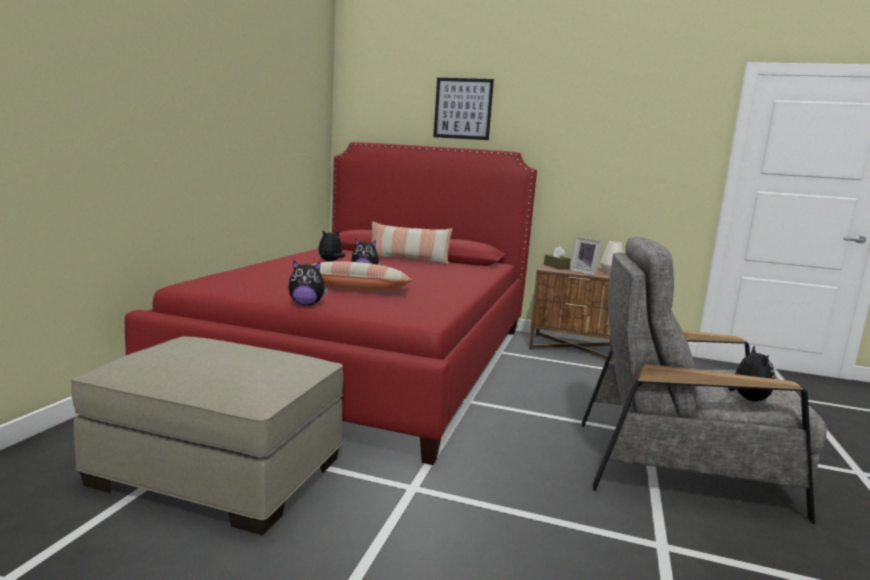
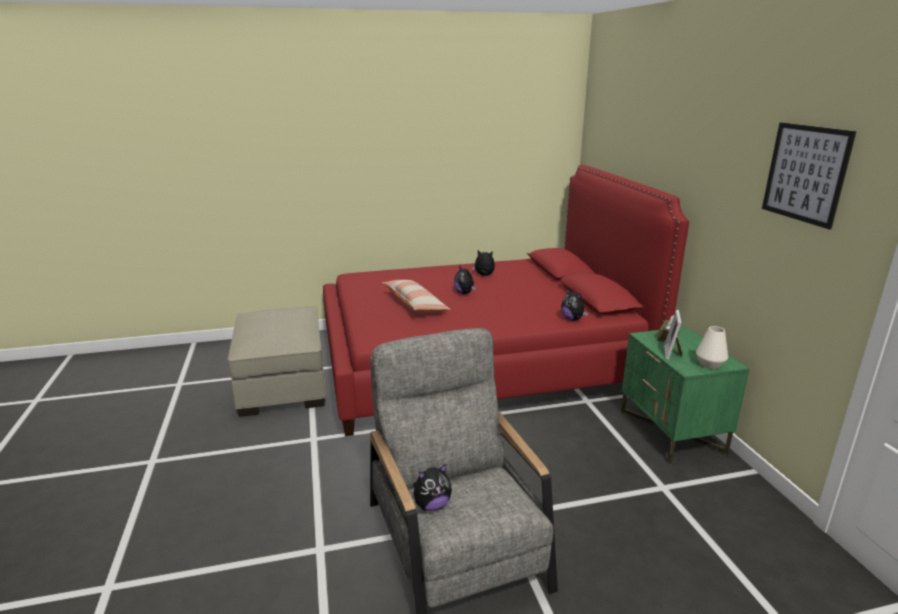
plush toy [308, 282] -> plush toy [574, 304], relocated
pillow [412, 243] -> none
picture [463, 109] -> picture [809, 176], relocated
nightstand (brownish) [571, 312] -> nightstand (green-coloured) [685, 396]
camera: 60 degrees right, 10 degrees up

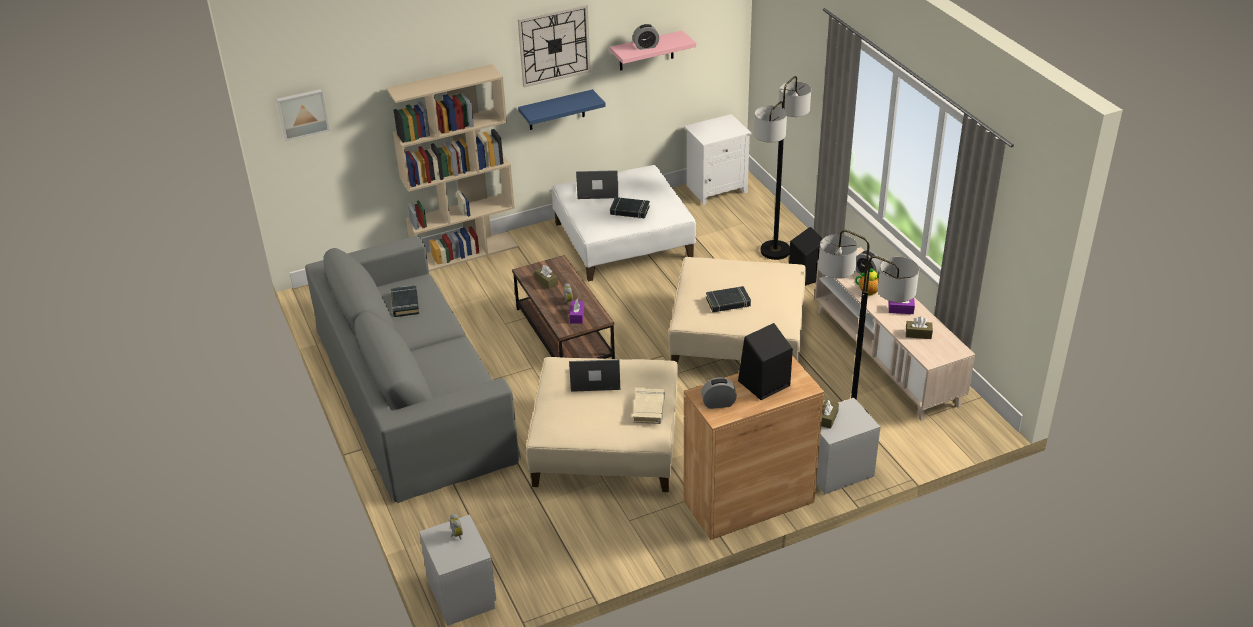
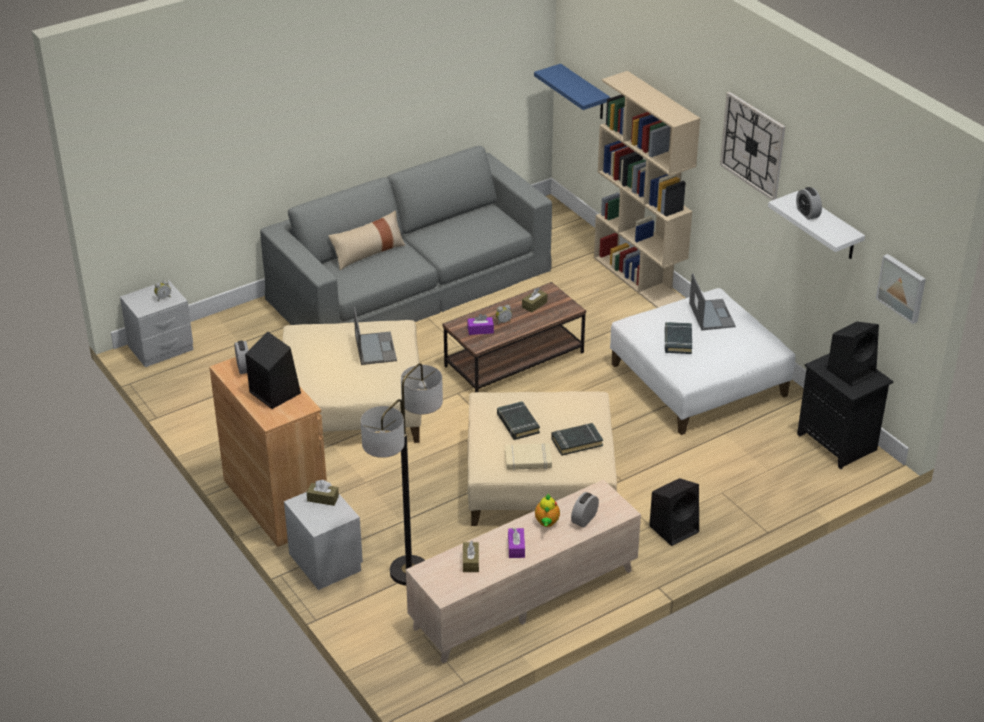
picture [303, 115] -> picture [901, 289], relocated
book (black-coloured) [405, 301] -> book (black-coloured) [577, 439], relocated
shelf (bluish) [562, 109] -> shelf (bluish) [572, 91], relocated
shelf (pinkish) [653, 51] -> shelf (whitish) [816, 225]
book (beige-coloured) [649, 406] -> book (beige-coloured) [528, 456], relocated
nightstand (whitish) [717, 159] -> nightstand (black-coloured) [845, 411]
floor lamp [782, 168] -> none
none -> pillow (beige-coloured) [366, 240]
none -> loudspeaker (black-coloured) [853, 354]
camera: 80 degrees right, 0 degrees up

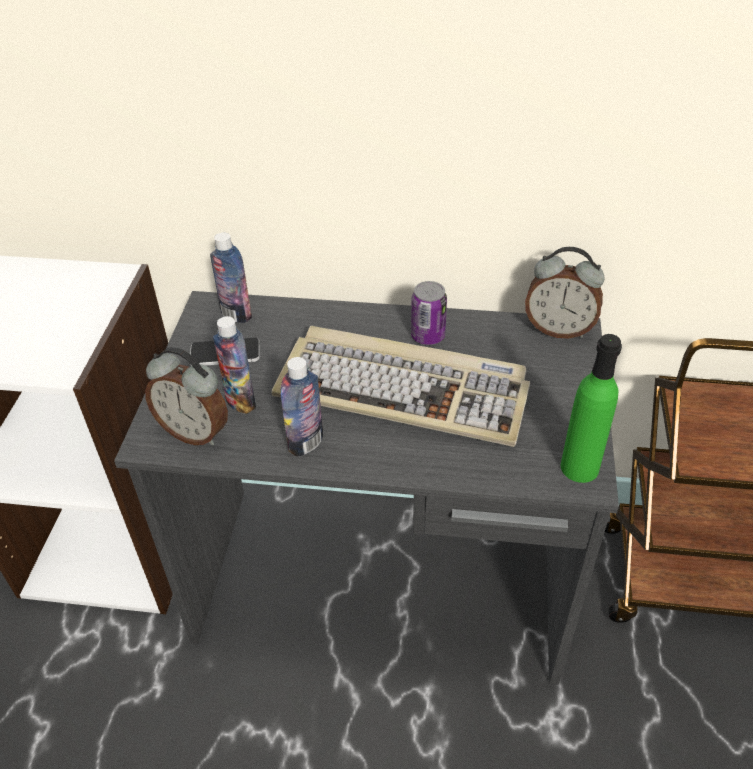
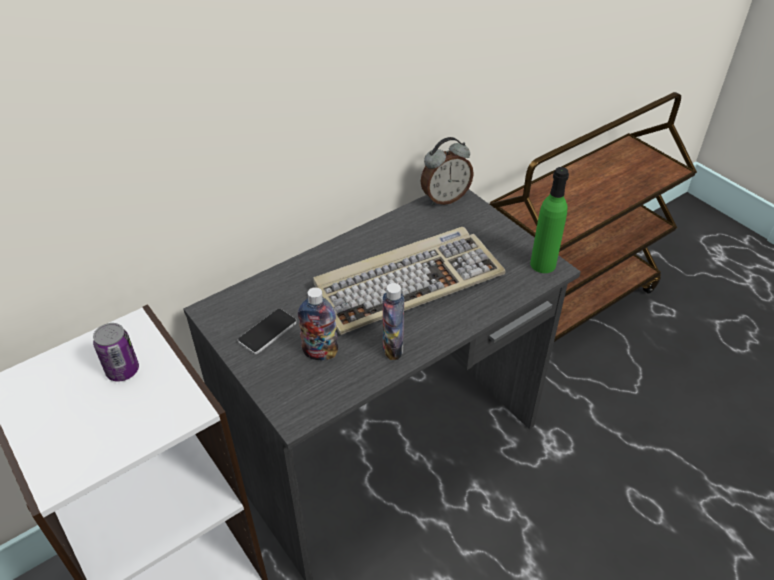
bedside clock [186, 396] -> none
bottle [231, 278] -> none
metal can [429, 313] -> metal can [116, 352], relocated
camera: 45 degrees left, 0 degrees up

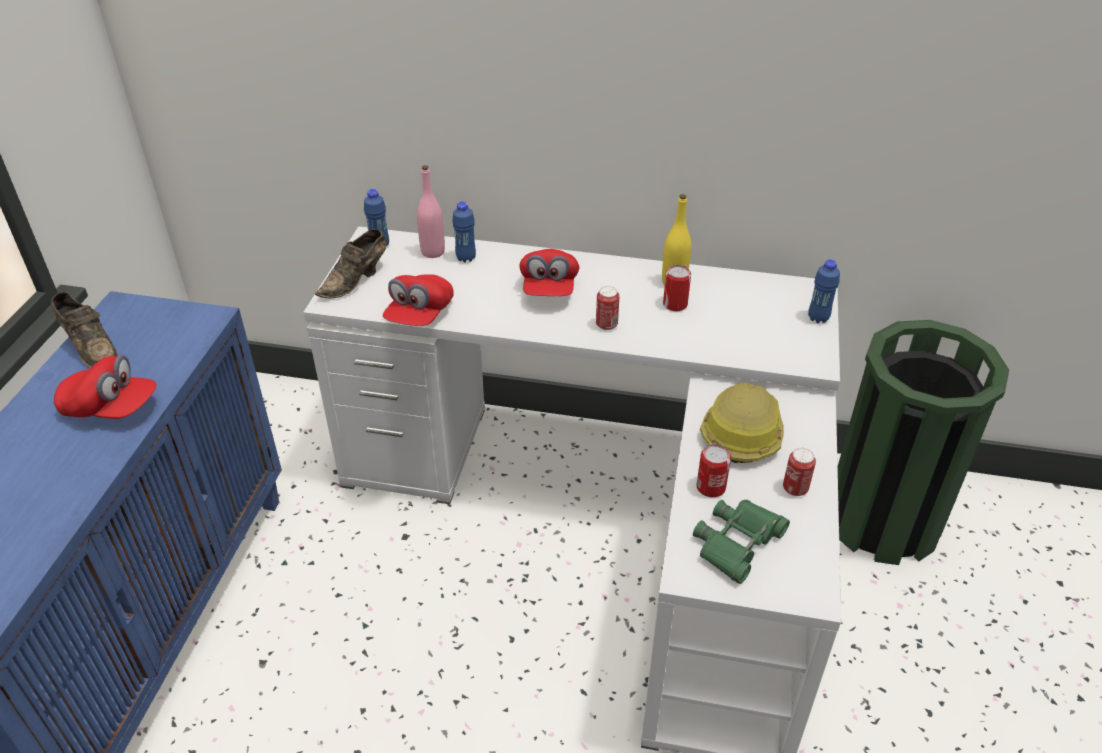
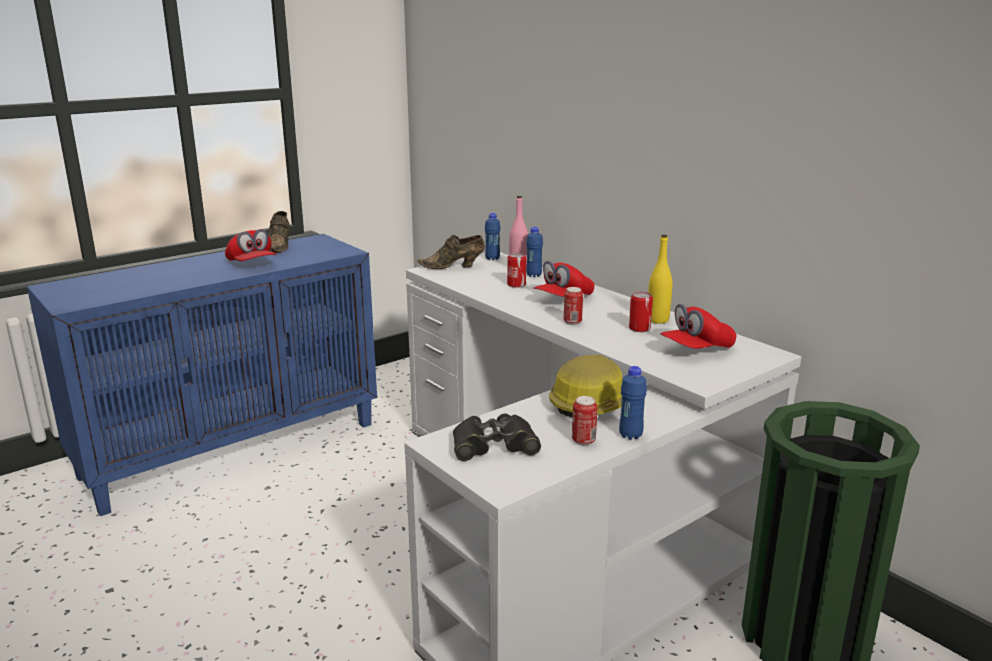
baseball cap (red) [418, 300] -> baseball cap (red) [698, 326], relocated
field glasses (green-coloured) [741, 542] -> field glasses (black-coloured) [497, 437]
metal can [714, 470] -> metal can [516, 270], relocated
bottle (bluish) [824, 291] -> bottle (bluish) [633, 403], relocated
camera: 40 degrees right, 20 degrees down

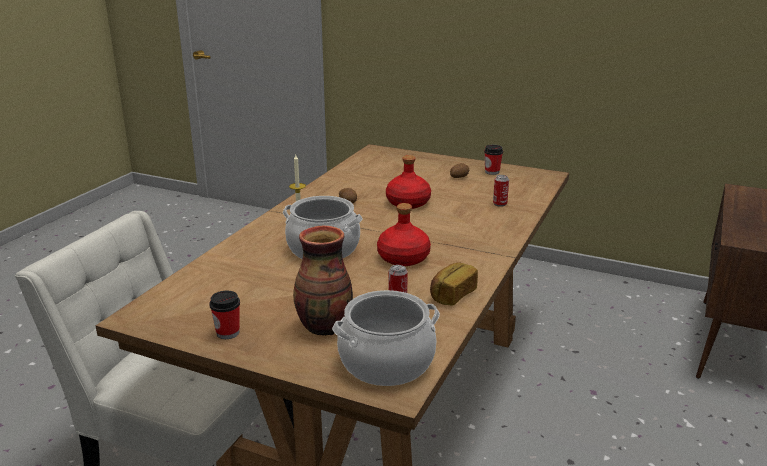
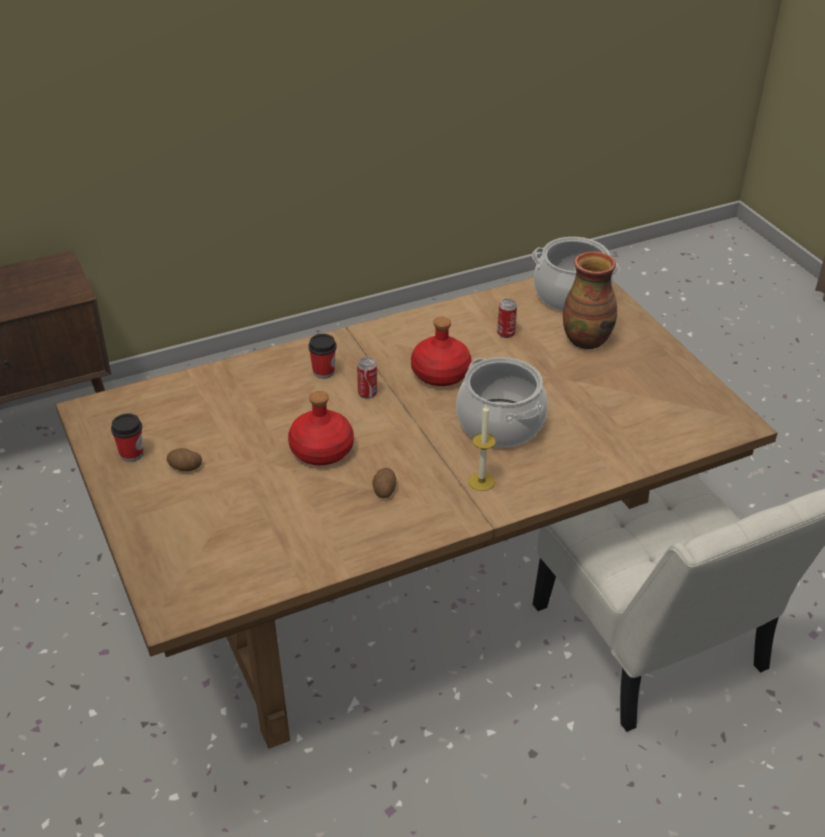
small cup [224, 315] -> small cup [322, 356], relocated
baked bread [454, 284] -> none
metal can [501, 191] -> metal can [367, 378], relocated
camera: 140 degrees left, 15 degrees up

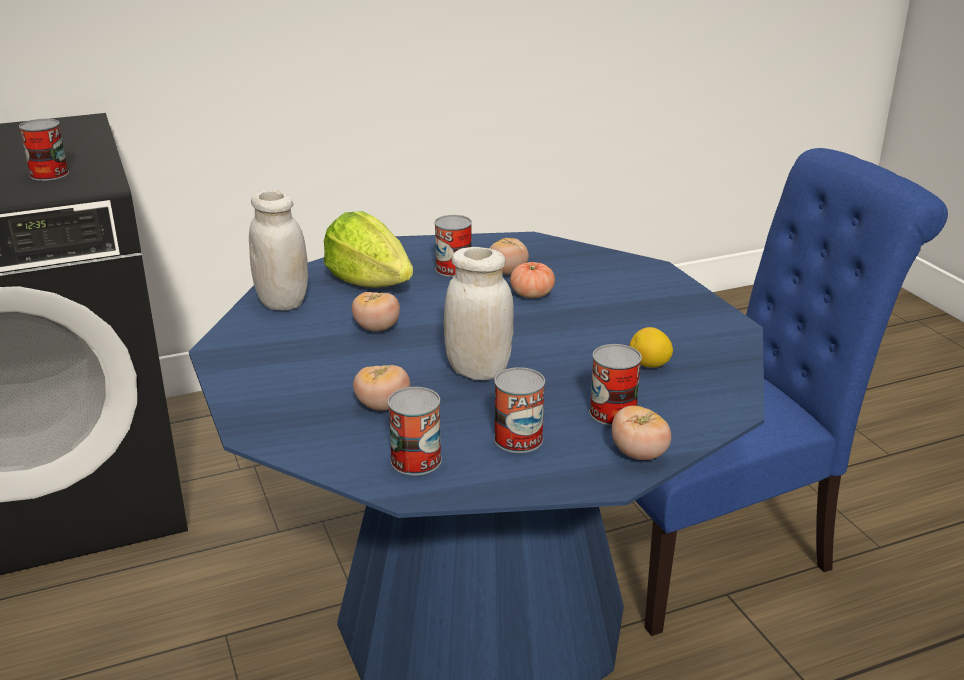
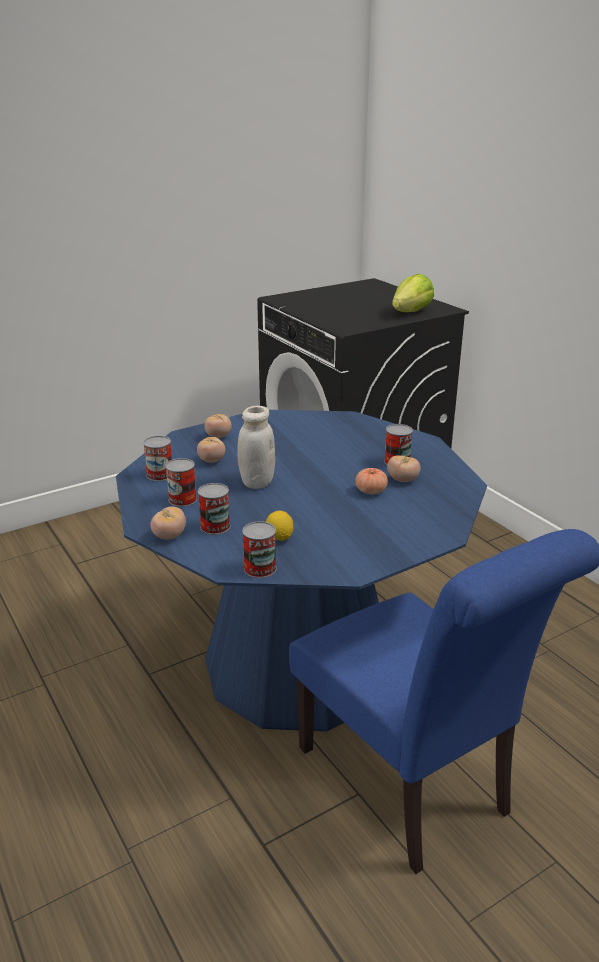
metal can [44, 150] -> metal can [259, 549], relocated
storage jar (whitish) [278, 250] -> none
head of lettuce [368, 249] -> head of lettuce [413, 293], relocated
tomato [376, 311] -> tomato [218, 426], relocated
camera: 80 degrees right, 0 degrees up

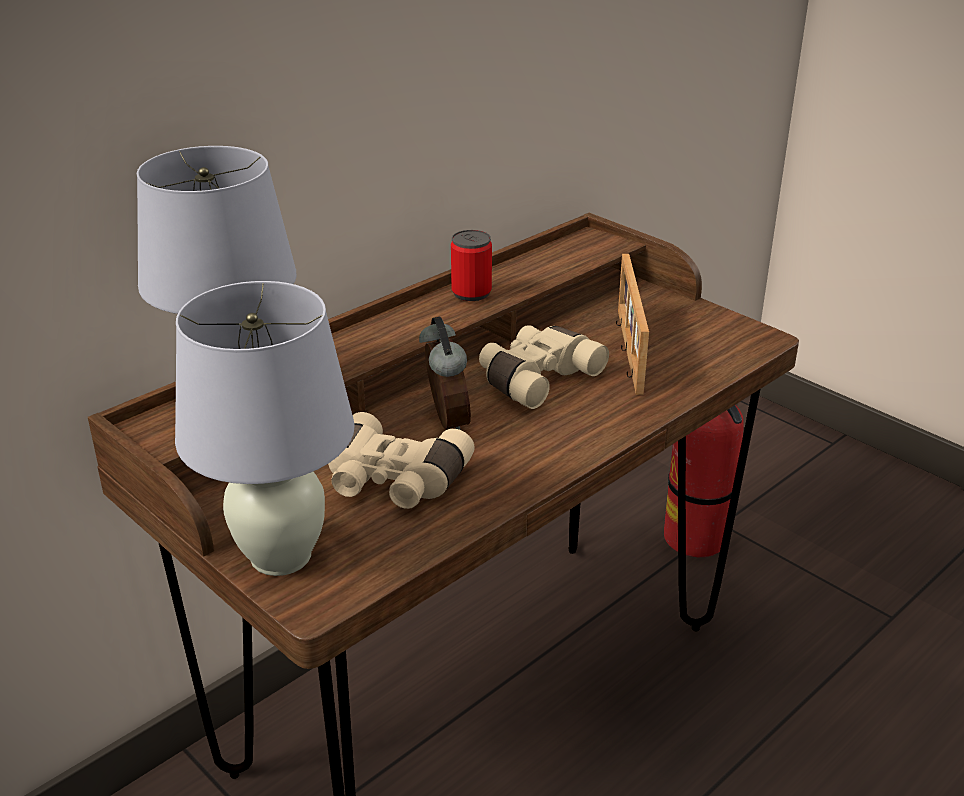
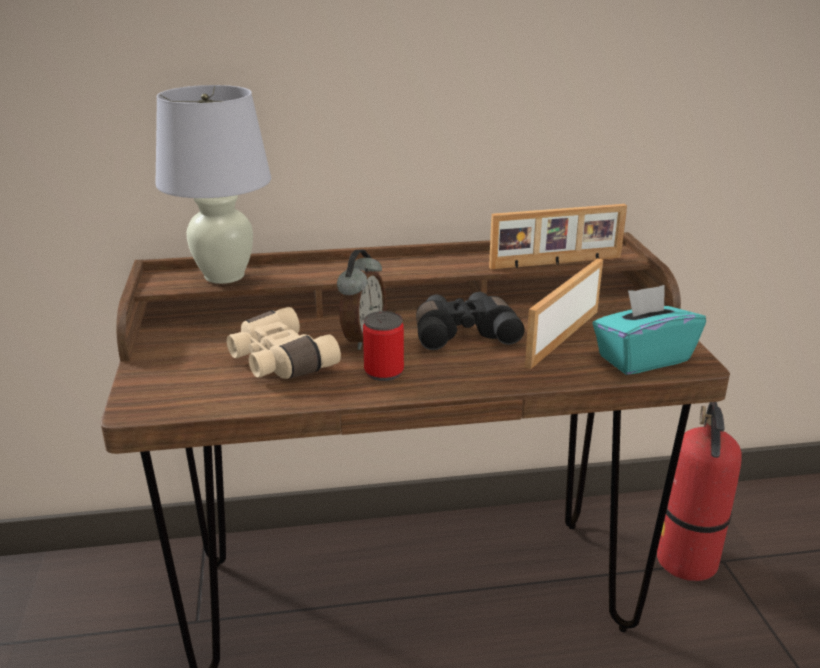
tabletop lamp (whitish) [265, 428] -> none
metal can [471, 265] -> metal can [383, 346], relocated
field glasses (beige-coloured) [544, 367] -> field glasses (black-coloured) [470, 321]
none -> photo frame [558, 236]
none -> tissue box (turquoise) [649, 330]
camera: 35 degrees right, 5 degrees down

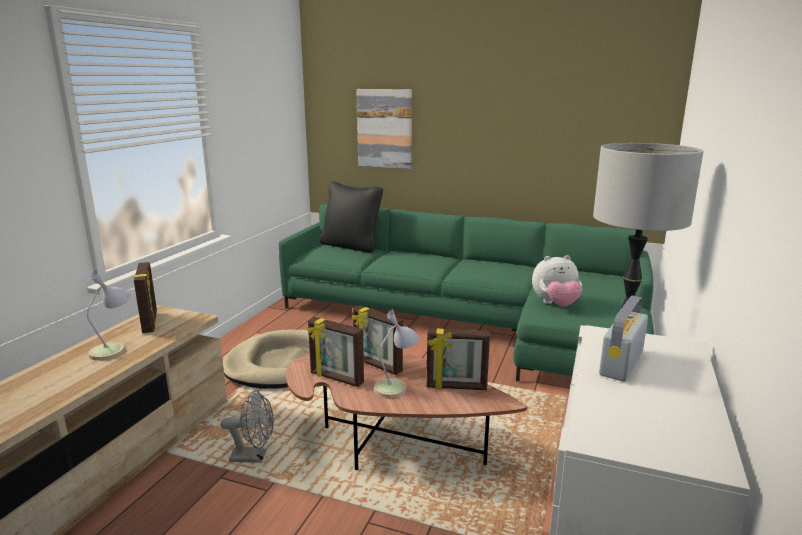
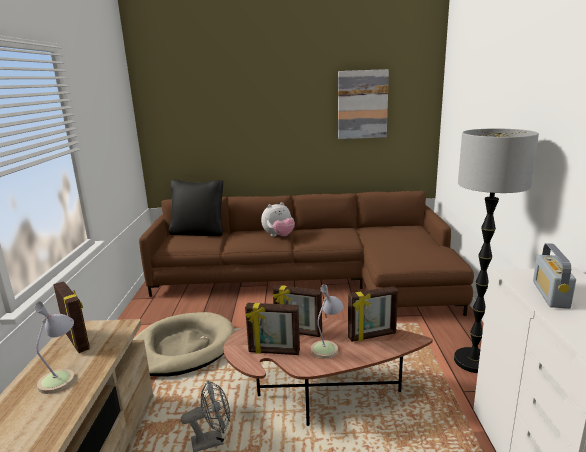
sofa (green-coloured) [466, 292] -> sofa (brownish) [306, 253]
picture [384, 129] -> picture [363, 104], relocated
plush toy [557, 281] -> plush toy [278, 219], relocated
camera: 20 degrees left, 0 degrees up

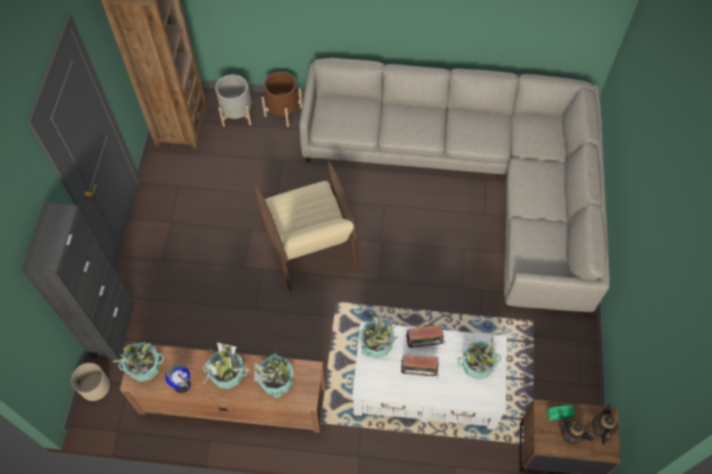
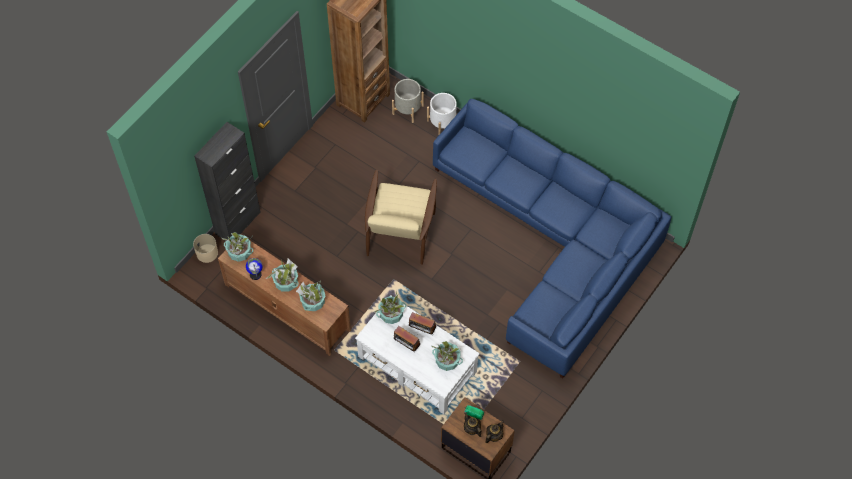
flower pot (brownish) [282, 99] -> flower pot (whitish) [442, 114]
sofa (grey) [454, 186] -> sofa (bluish) [552, 239]
camera: 30 degrees right, 0 degrees up

